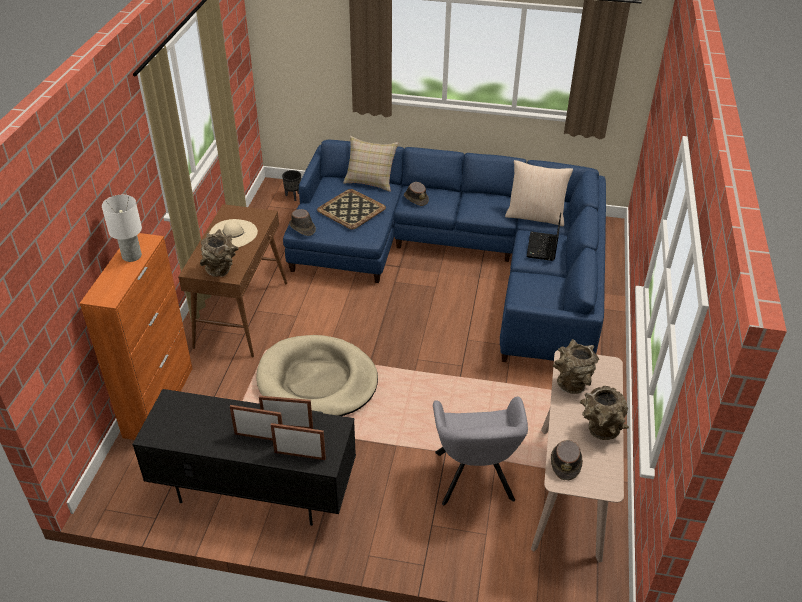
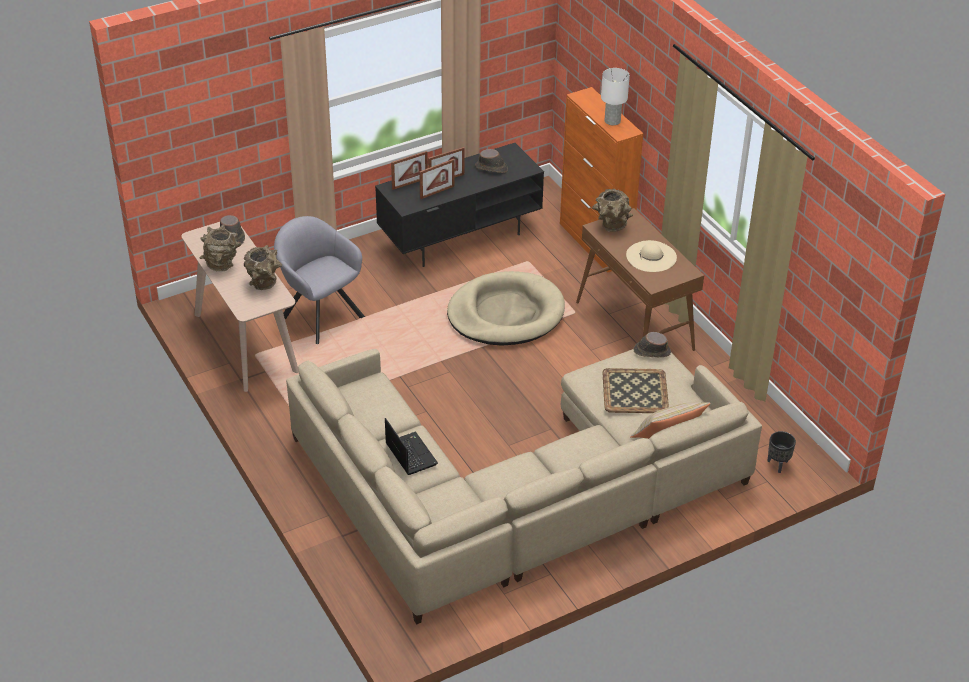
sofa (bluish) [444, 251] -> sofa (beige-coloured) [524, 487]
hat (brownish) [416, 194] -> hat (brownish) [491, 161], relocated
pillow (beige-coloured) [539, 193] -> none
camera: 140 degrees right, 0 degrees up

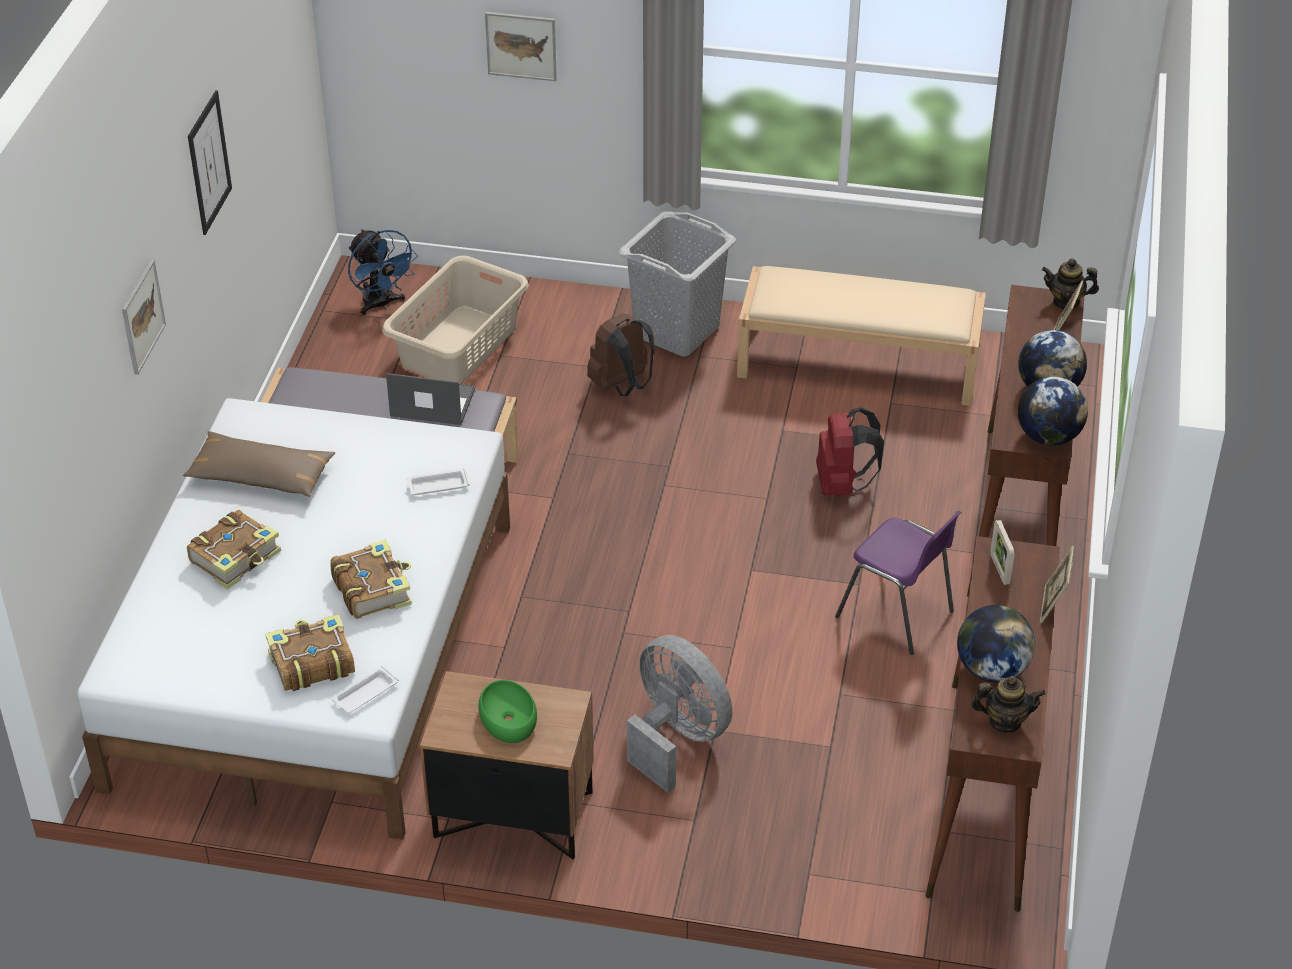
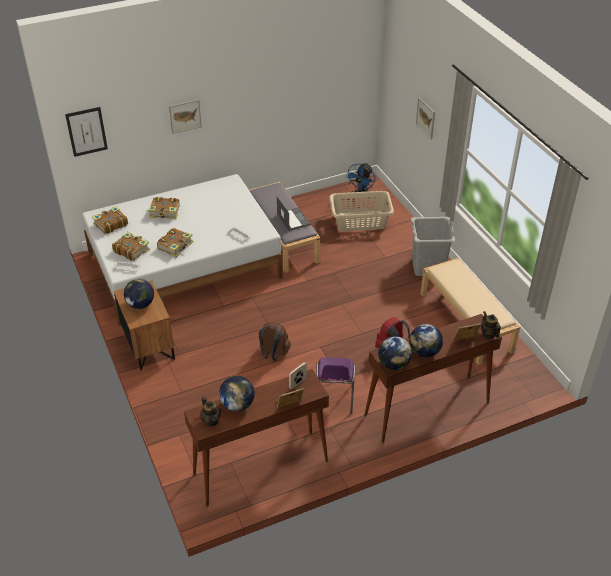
pillow (brownish) [259, 464] -> none
picture [210, 162] -> picture [86, 132], relocated
deep dish (green-coloured) [508, 711] -> desk globe [139, 294]
knapsack (brownish) [620, 355] -> knapsack (brownish) [275, 341], relocated
cooling fan (grey) [679, 714] -> none
none -> book [110, 220]
camera: 55 degrees right, 0 degrees up

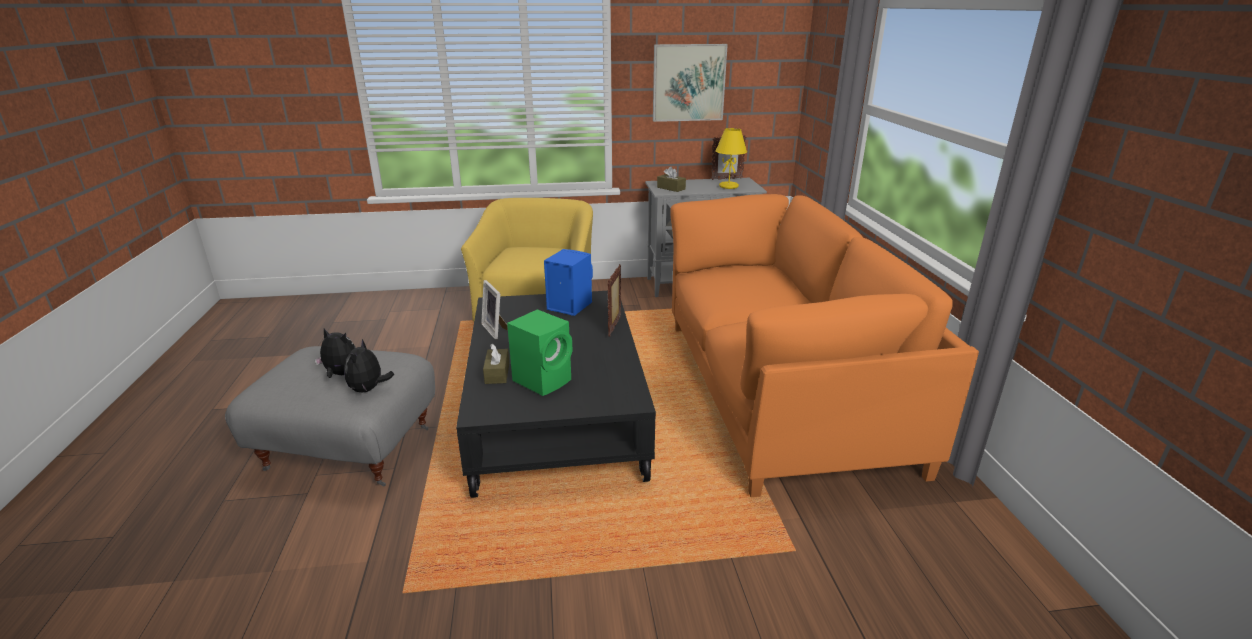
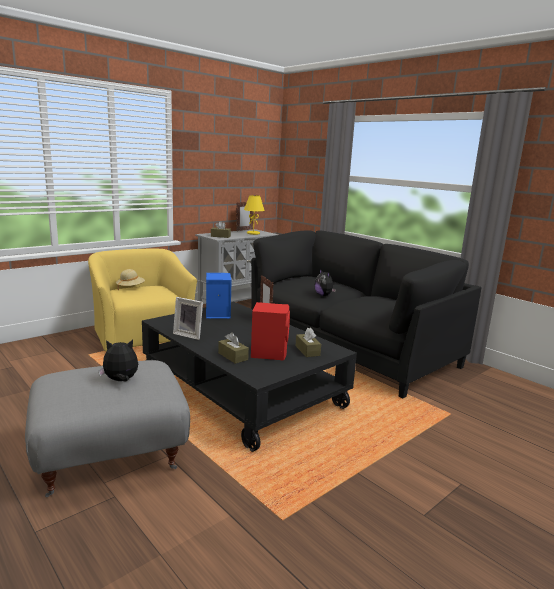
plush toy [369, 365] -> plush toy [325, 282], relocated
loudspeaker (green-coloured) [540, 352] -> loudspeaker (red) [270, 331]
picture [690, 83] -> none
sofa (orange) [824, 345] -> sofa (black-coloured) [366, 314]
none -> hat (beige-coloured) [130, 280]
none -> tissue box (brownish) [308, 342]
camera: 35 degrees left, 10 degrees down

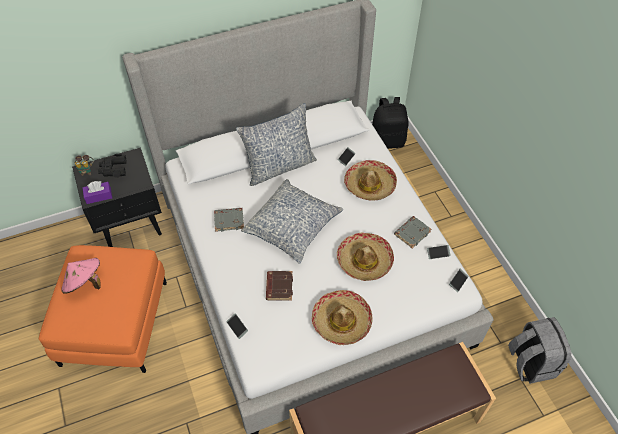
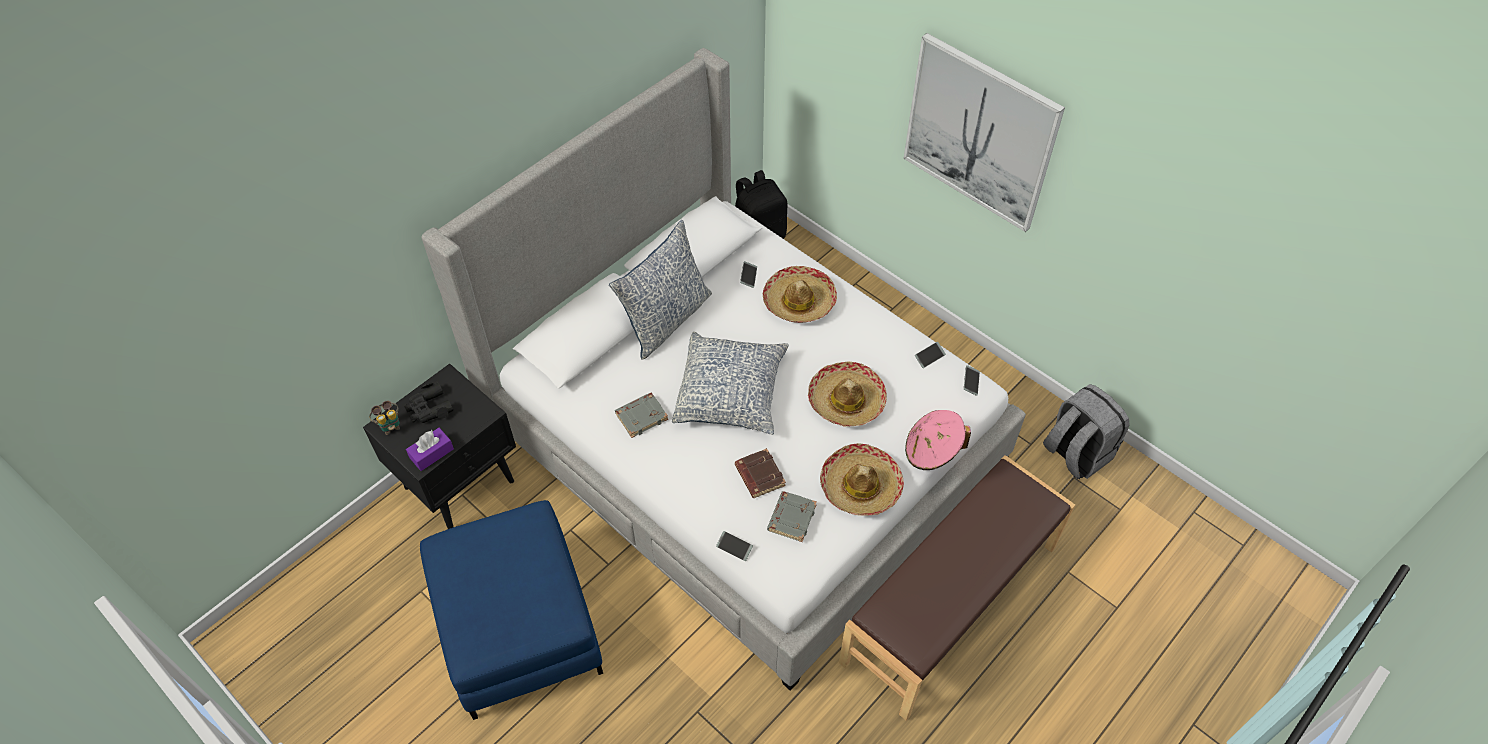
footrest (orange) [103, 309] -> footrest (bluish) [511, 610]
hat (pinkish) [81, 276] -> hat (pinkish) [938, 440], relocated
book (grey) [412, 232] -> book (grey) [792, 516], relocated
none -> picture [984, 132]
camera: 25 degrees left, 0 degrees up

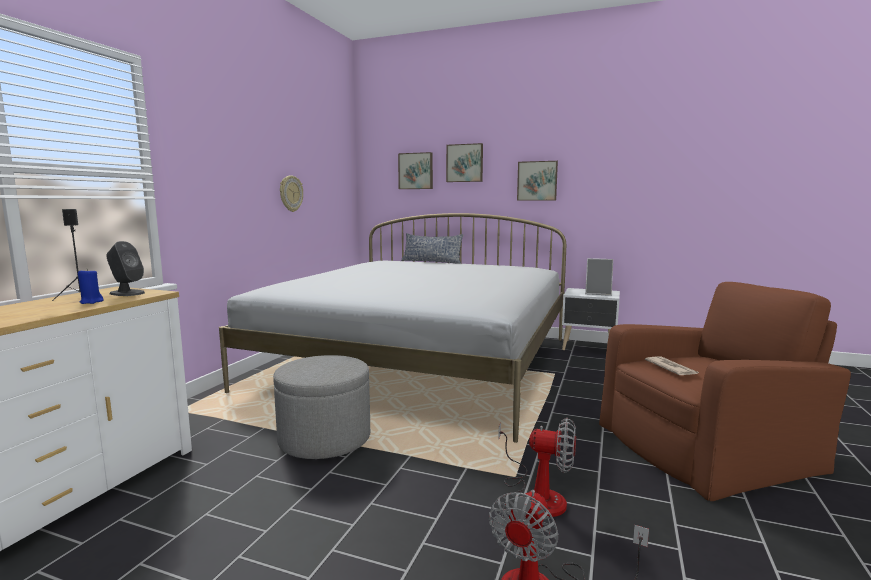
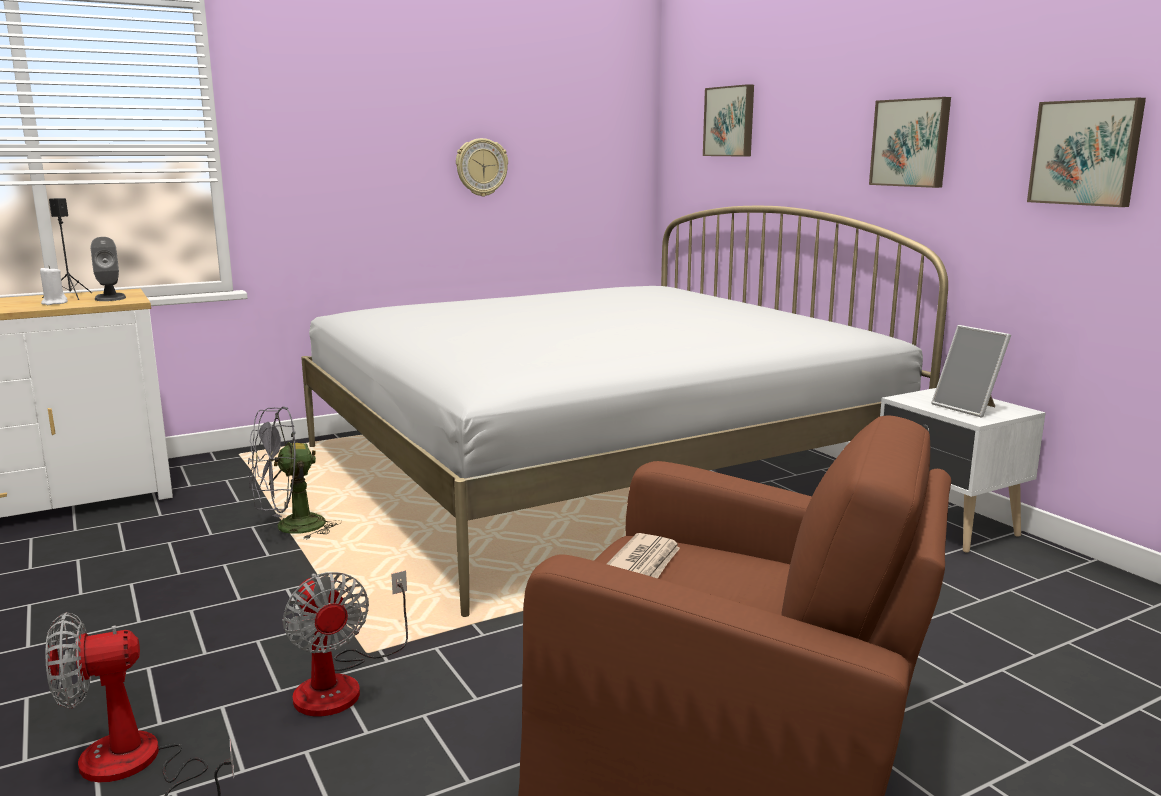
candle (bluish) [91, 286] -> candle (whitish) [54, 285]
footrest (grey) [321, 407] -> cooling fan (grey) [295, 473]
pillow [432, 248] -> none
picture [464, 162] -> picture [1086, 152], relocated
camera: 40 degrees right, 5 degrees up

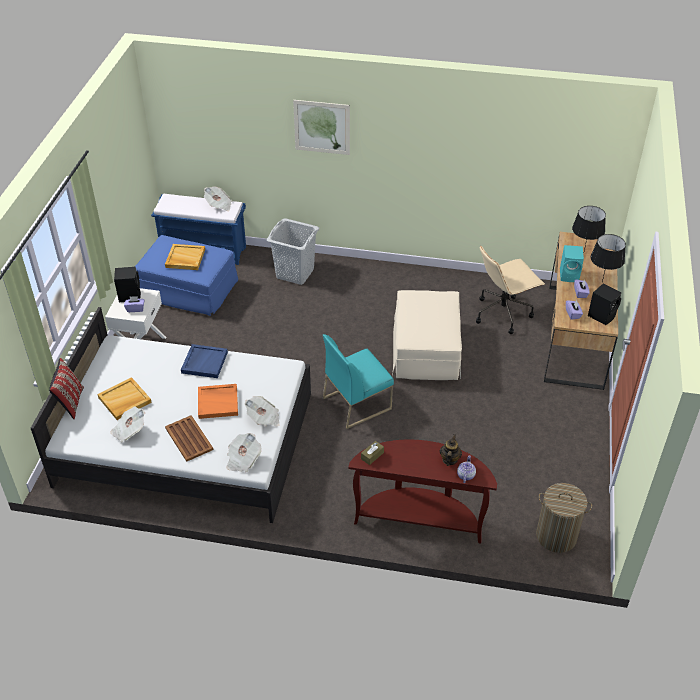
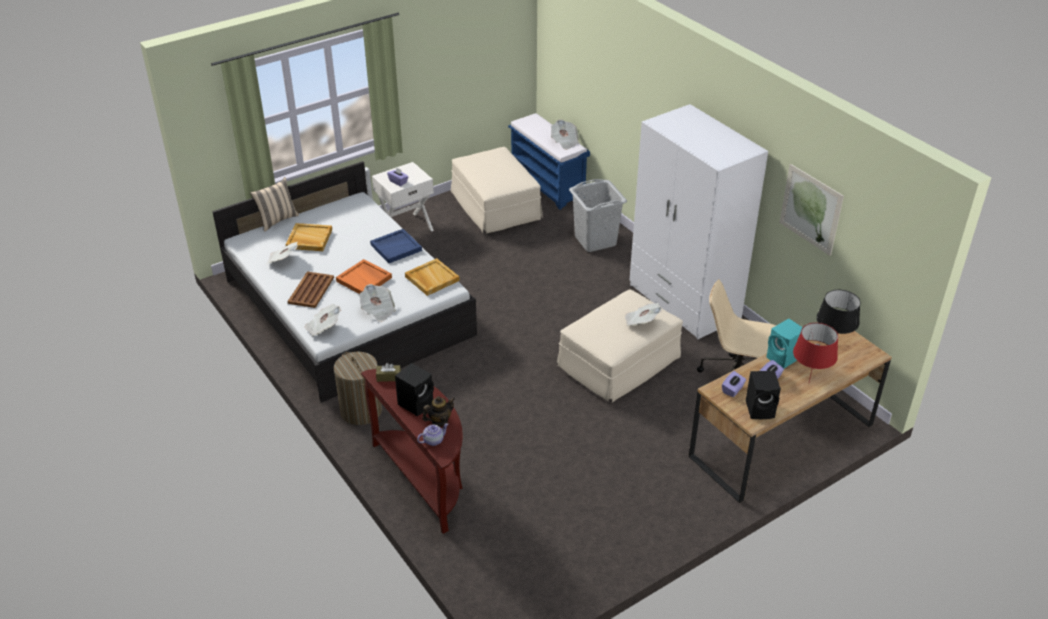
pillow (red) [66, 388] -> pillow (beige-coloured) [274, 204]
loudspeaker (black-coloured) [127, 284] -> loudspeaker (black-coloured) [414, 389], relocated
footrest (bluish) [186, 275] -> footrest (beige-coloured) [497, 190]
carrying tray (beige-coloured) [185, 257] -> carrying tray (beige-coloured) [432, 277], relocated
picture [321, 127] -> picture [811, 210], relocated
plain chair (turquoise) [358, 381] -> none
laundry basket [564, 518] -> laundry basket [358, 388], relocated
tabletop lamp (black-coloured) [608, 258] -> tabletop lamp (red) [815, 352]
none -> daily paper [643, 314]
none -> clothes cupboard (whitish) [699, 222]
camera: 45 degrees right, 5 degrees down

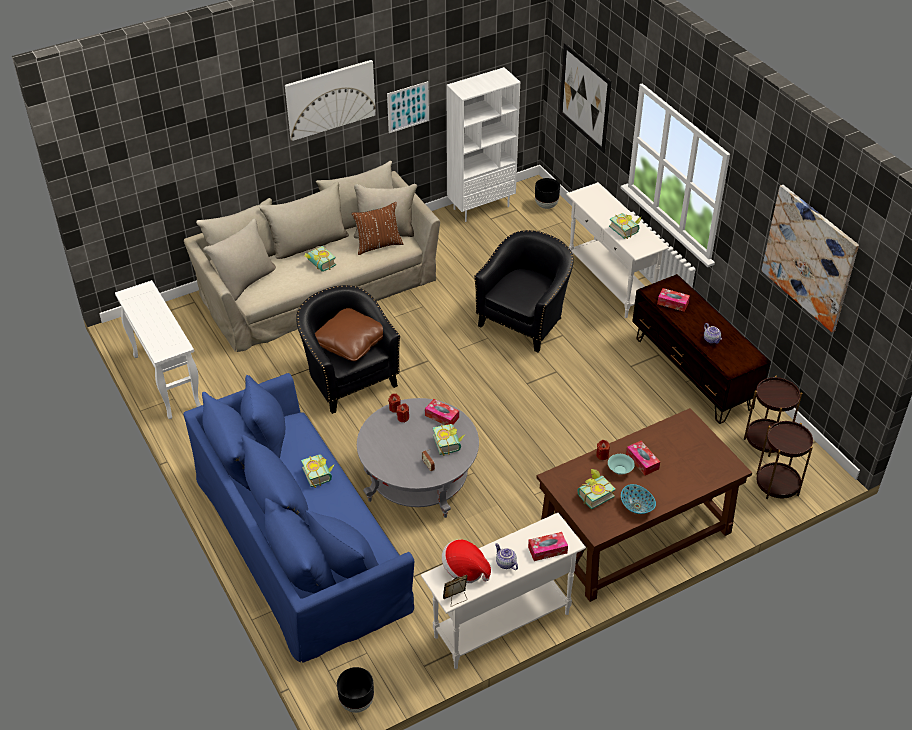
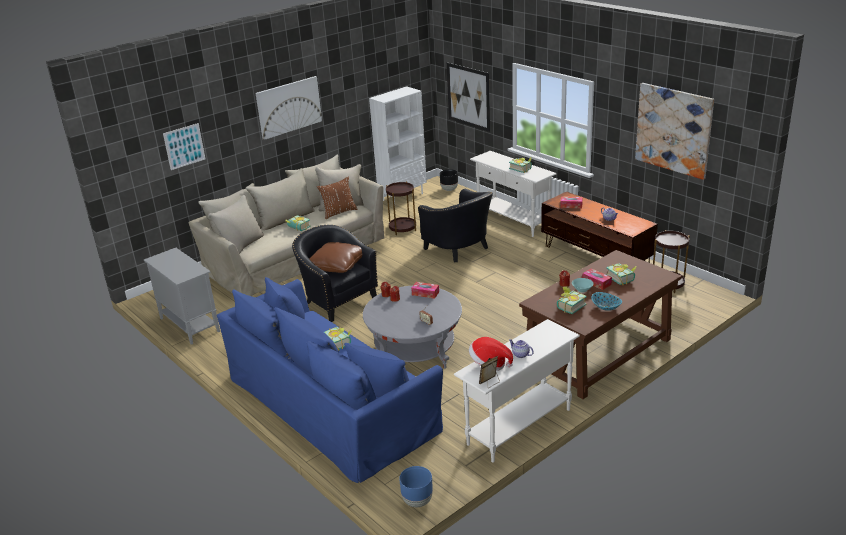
console table (whitish) [158, 349] -> cupboard (grey) [182, 296]
flower pot (black-coloured) [355, 690] -> flower pot (bluish) [416, 486]
picture [408, 107] -> picture [184, 146], relocated
book [449, 440] -> book [621, 274], relocated
armchair (black-coloured) [524, 291] -> armchair (black-coloured) [455, 225], 120 degrees clockwise
tissue box [548, 546] -> none
end table (brownish) [784, 460] -> end table (brownish) [401, 208], relocated
camera: 10 degrees left, 15 degrees down

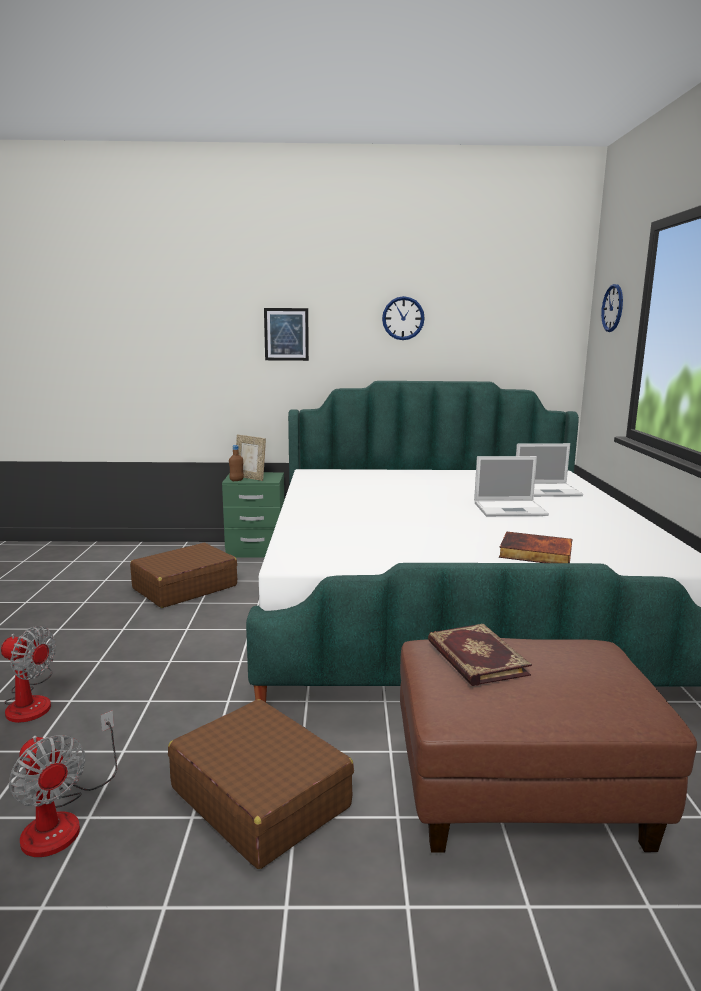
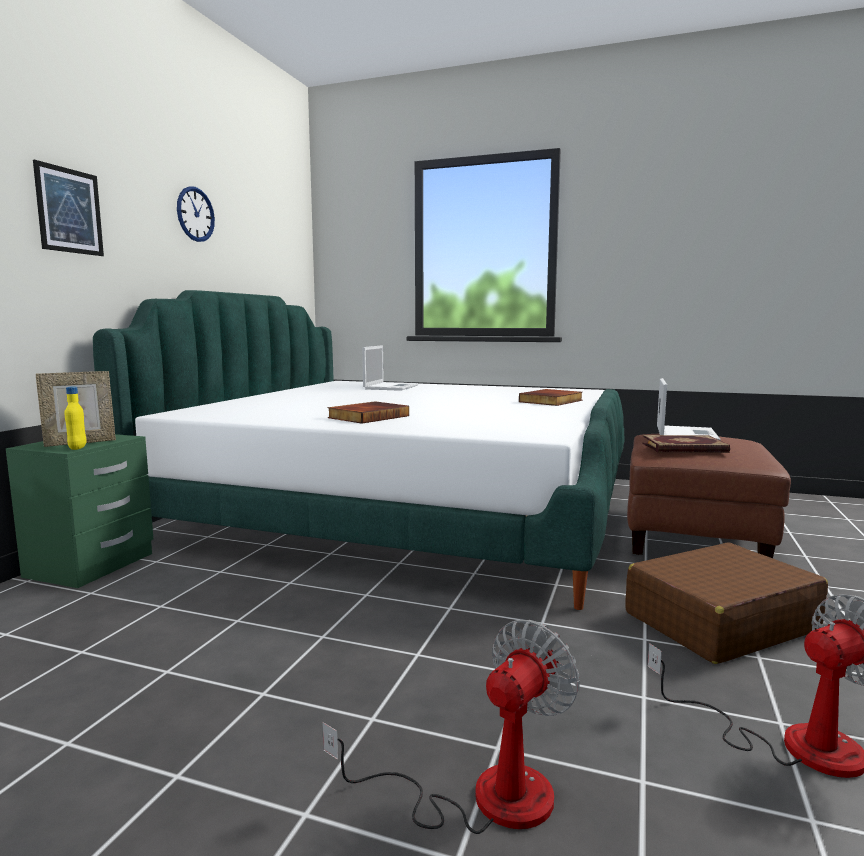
travel case (brownish) [183, 575] -> none
bottle (brownish) [236, 463] -> bottle (yellowish) [75, 418]
laptop [511, 486] -> laptop [689, 409], relocated
hanging clock [612, 308] -> none
none -> book [368, 412]
camera: 70 degrees left, 5 degrees down

